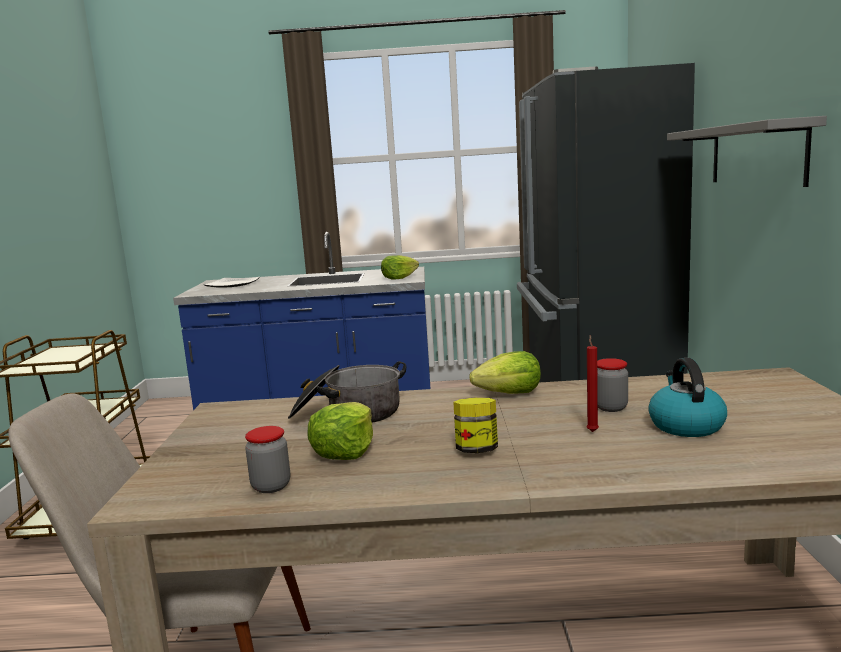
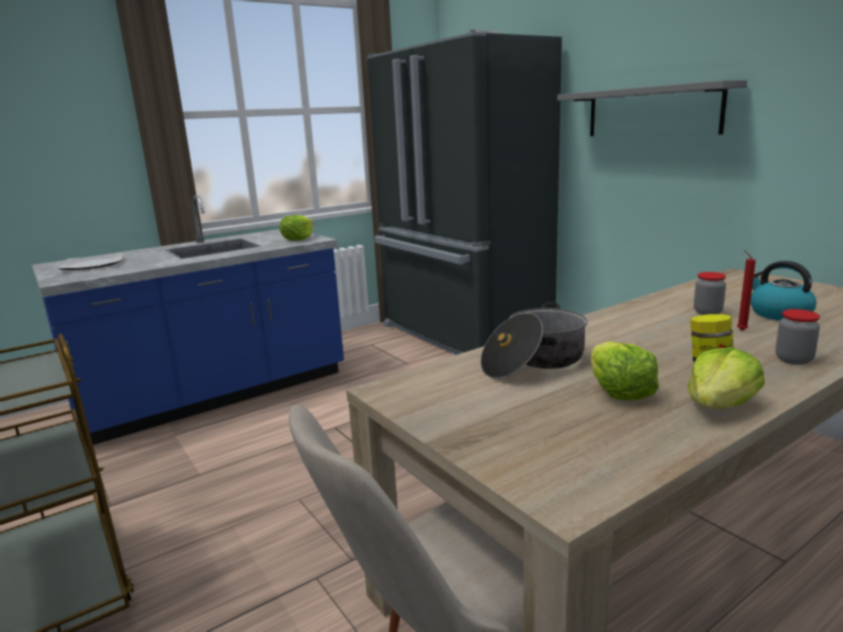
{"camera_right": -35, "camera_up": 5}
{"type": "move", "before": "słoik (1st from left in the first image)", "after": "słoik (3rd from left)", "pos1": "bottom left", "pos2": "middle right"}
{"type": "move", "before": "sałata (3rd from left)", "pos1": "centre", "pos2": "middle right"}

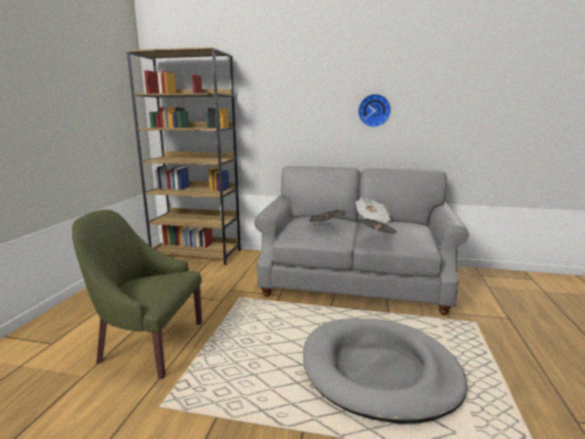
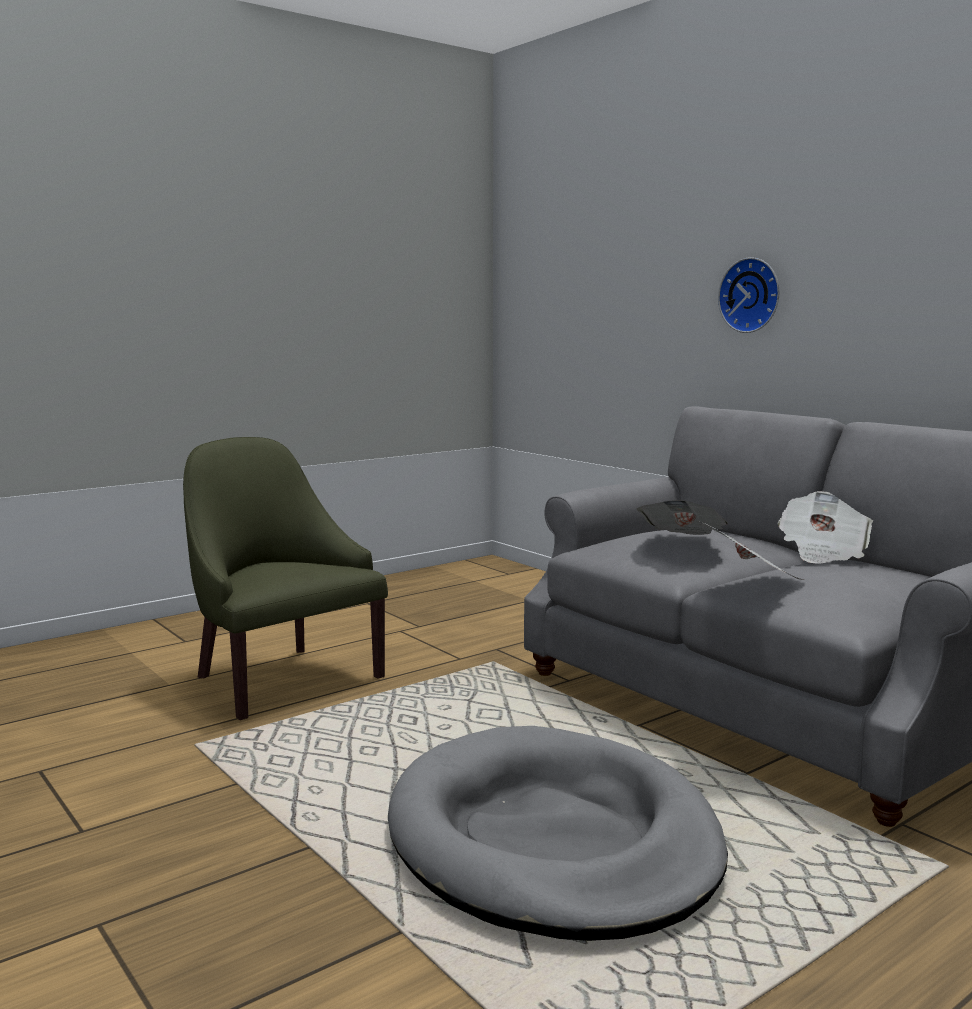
{"camera_right": 40, "camera_up": -5}
{"type": "delete", "before": "regał (brązowy)", "pos1": "middle left"}
{"type": "move", "before": "zegar ścienny", "pos1": "top centre", "pos2": "top right"}

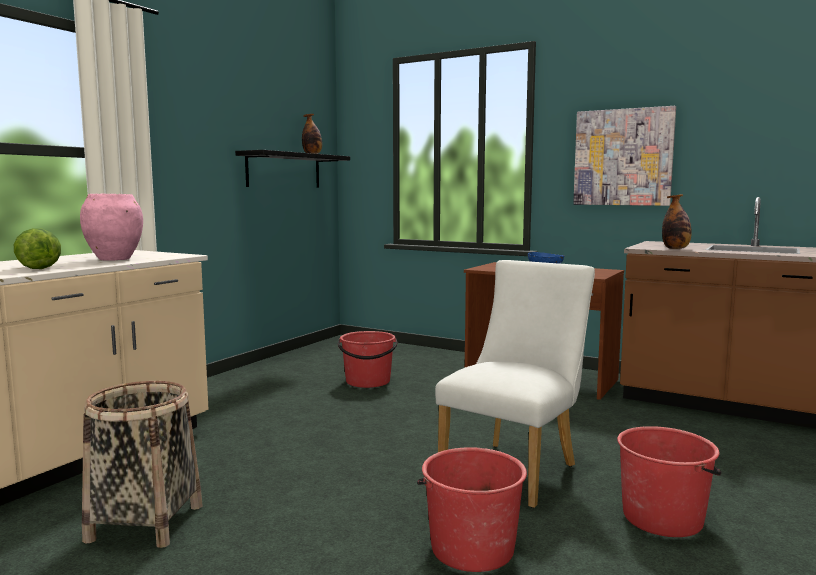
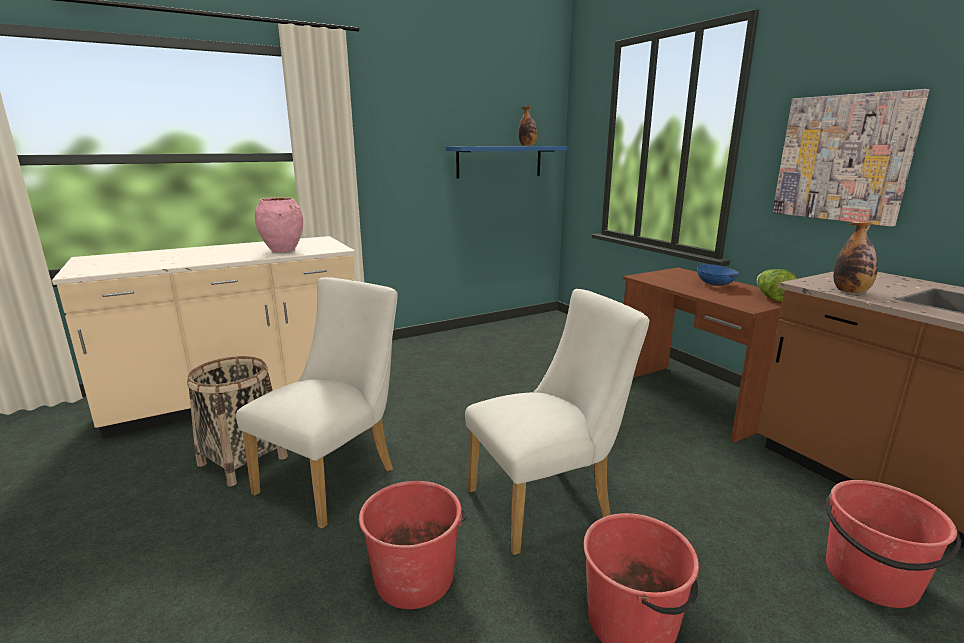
{"camera_right": 30, "camera_up": 10}
{"type": "insert", "after": "krzesło (biały) (1st from left)", "pos2": "middle left"}
{"type": "move", "before": "sałata", "pos1": "middle left", "pos2": "middle right"}
{"type": "move", "before": "wiadro (czerwony) (1st from left in the first image)", "after": "wiadro (czerwony) (3rd from left)", "pos1": "centre", "pos2": "bottom right"}
{"type": "recolor", "before": "półka (czarny)", "after": "półka (niebieski)", "pos1": "top centre", "pos2": "top centre"}

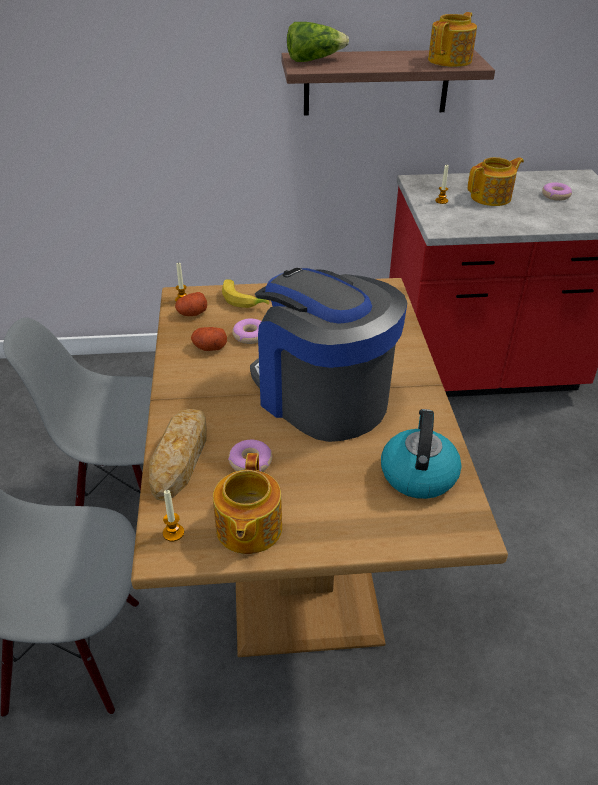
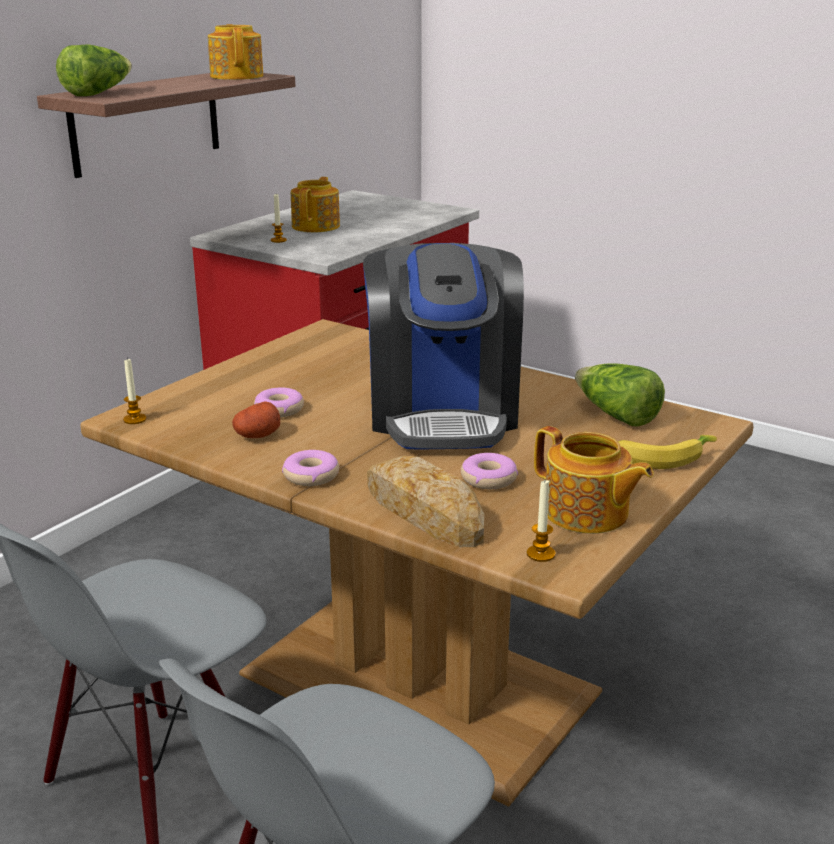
{"camera_right": -50, "camera_up": -15}
{"type": "delete", "before": "ziemniak (1st from left)", "pos1": "middle left"}
{"type": "move", "before": "banan", "pos1": "centre", "pos2": "middle right"}
{"type": "move", "before": "donut (3rd from left in the first image)", "after": "donut (2nd from left)", "pos1": "top right", "pos2": "centre"}
{"type": "replace", "before": "czajnik", "after": "sałata (2nd from left)", "pos1": "middle right", "pos2": "middle right"}
{"type": "rotate", "before": "ekspres do kawy", "pos1": "centre", "pos2": "centre", "turn": -90}

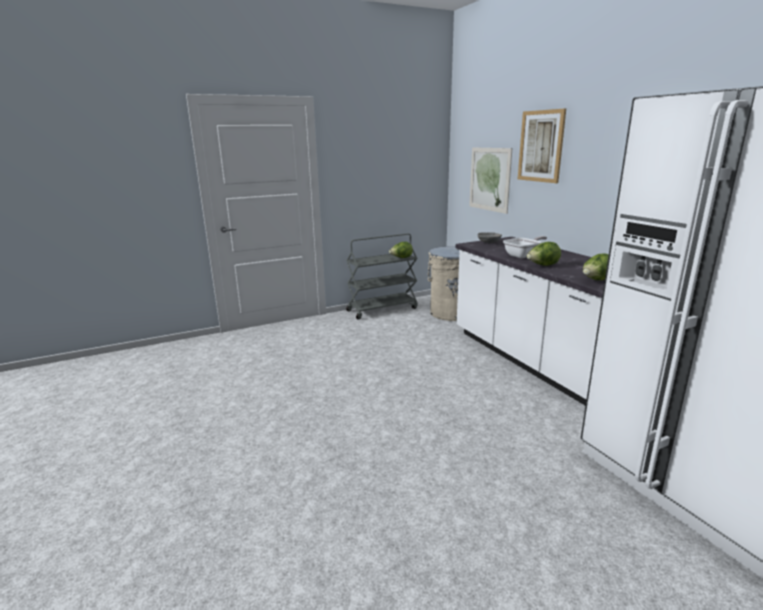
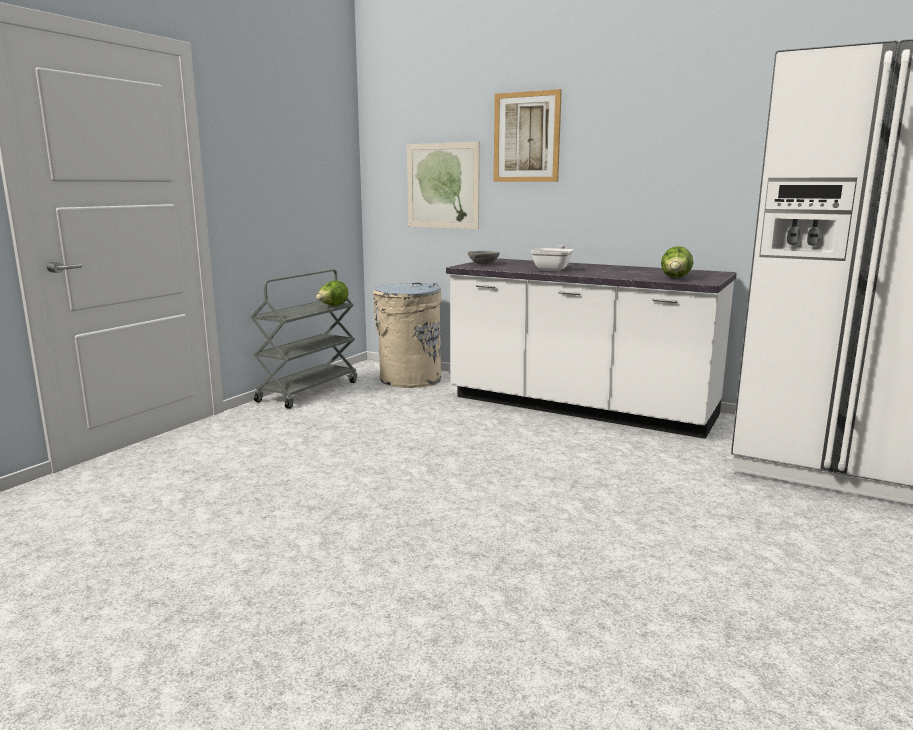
{"camera_right": -35, "camera_up": -5}
{"type": "delete", "before": "sałata (2nd from left)", "pos1": "middle right"}

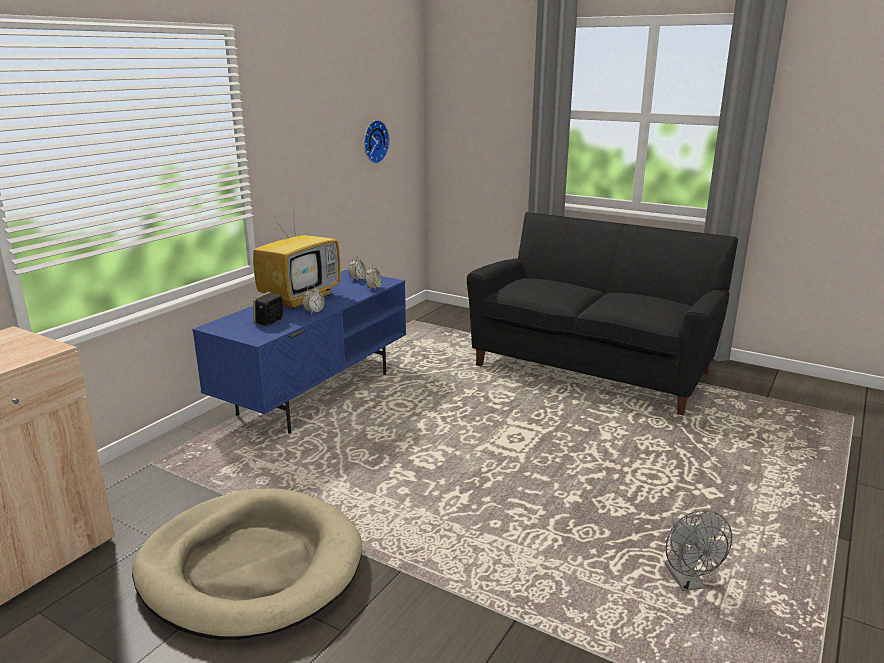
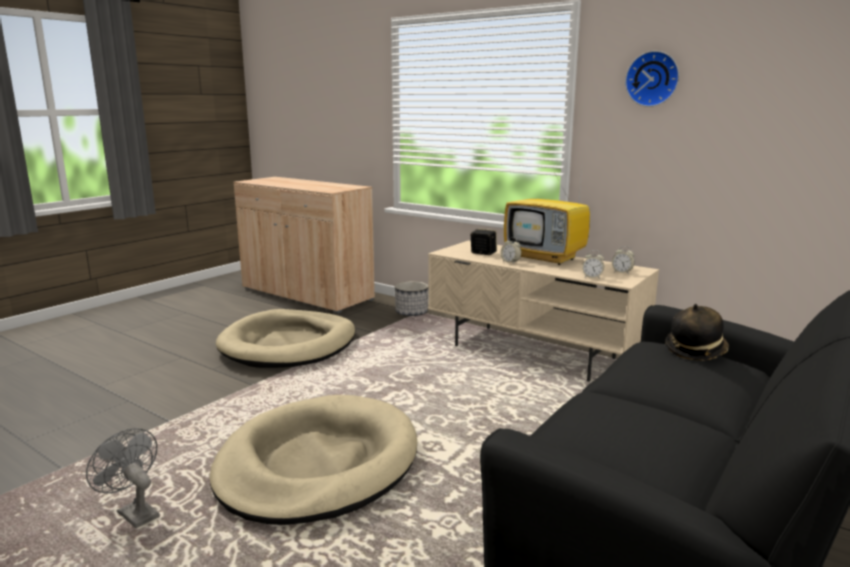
{"camera_right": 95, "camera_up": -5}
{"type": "insert", "after": "legowisko (beżowy) (2nd from left)", "pos2": "bottom centre"}
{"type": "insert", "after": "donica", "pos2": "centre"}
{"type": "insert", "after": "kapelusz", "pos2": "middle right"}
{"type": "move", "before": "zegar ścienny", "pos1": "top centre", "pos2": "top right"}
{"type": "recolor", "before": "szafka pod telewizor (niebieski)", "after": "szafka pod telewizor (beżowy)", "pos1": "centre", "pos2": "centre"}
{"type": "rotate", "before": "wentylator (szary)", "pos1": "bottom right", "pos2": "bottom left", "turn": 45}

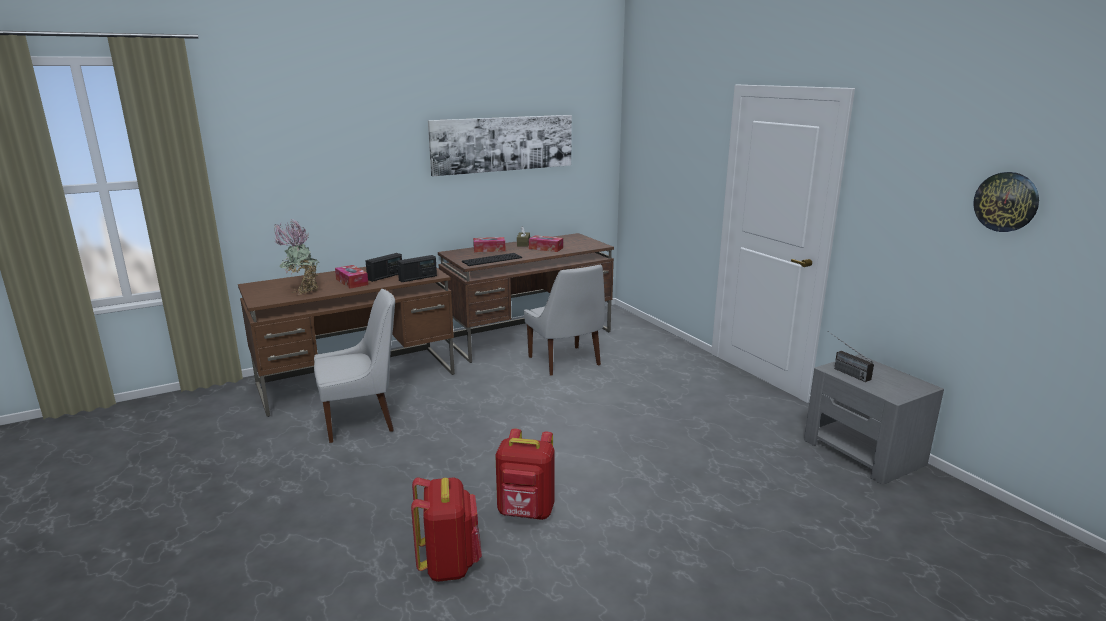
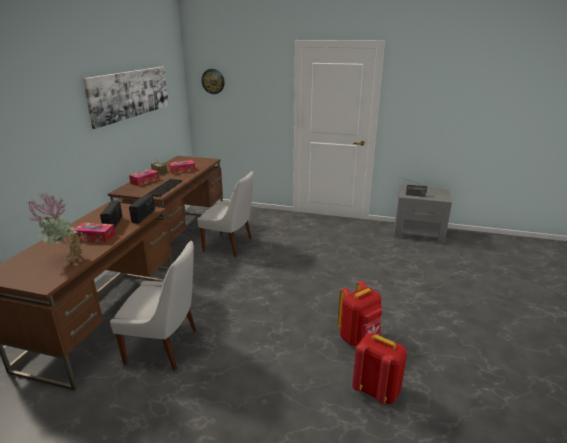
{"camera_right": -45, "camera_up": 5}
{"type": "move", "before": "zegar ścienny", "pos1": "top right", "pos2": "top centre"}
{"type": "rotate", "before": "krzesło (biały) (1st from left)", "pos1": "middle left", "pos2": "bottom left", "turn": 75}

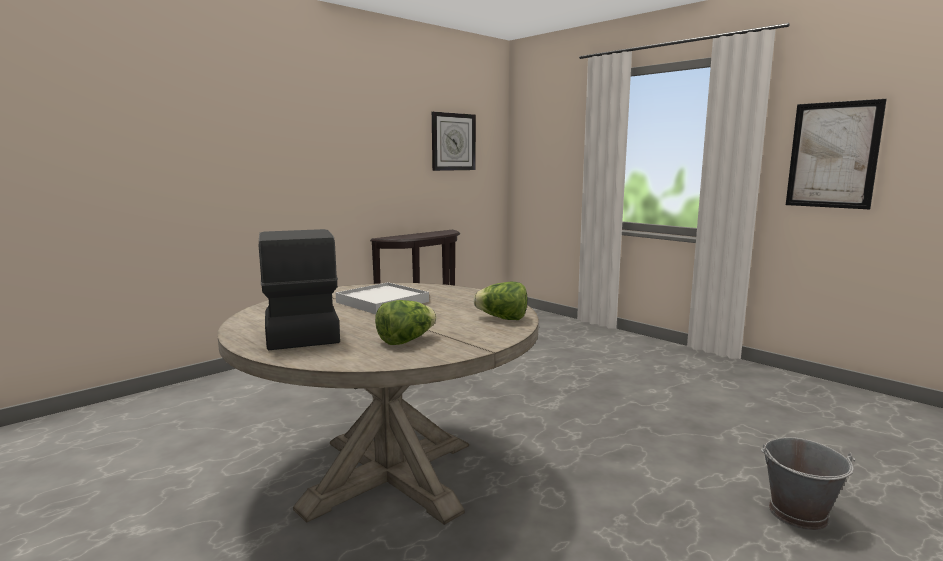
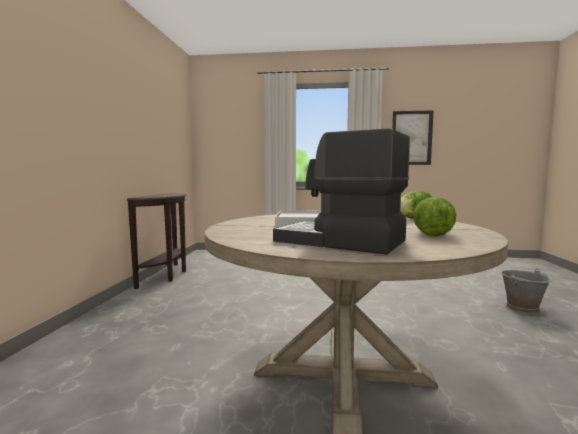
{"camera_right": -40, "camera_up": -5}
{"type": "delete", "before": "zegar ścienny", "pos1": "top centre"}

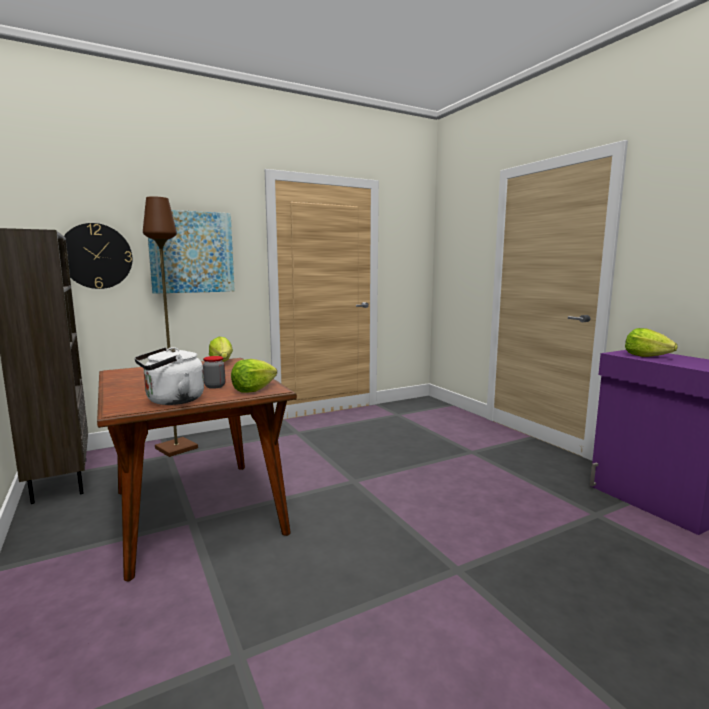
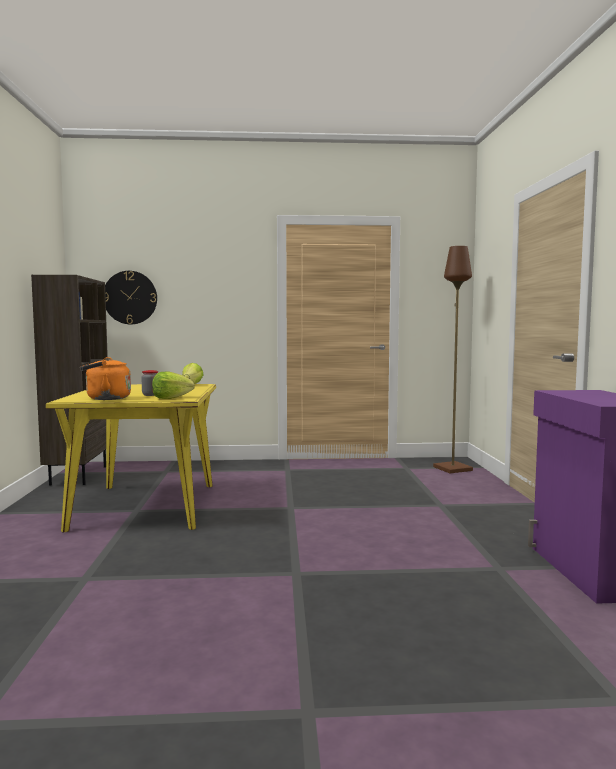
{"camera_right": 25, "camera_up": -5}
{"type": "delete", "before": "obraz", "pos1": "middle left"}
{"type": "delete", "before": "sałata (3rd from left)", "pos1": "middle right"}
{"type": "move", "before": "lampa stojąca (brązowy)", "pos1": "middle left", "pos2": "middle right"}
{"type": "recolor", "before": "stół jadalny (brązowy)", "after": "stół jadalny (żółty)", "pos1": "middle left", "pos2": "middle left"}
{"type": "recolor", "before": "czajnik (biały)", "after": "czajnik (pomarańczowy)", "pos1": "middle left", "pos2": "middle left"}

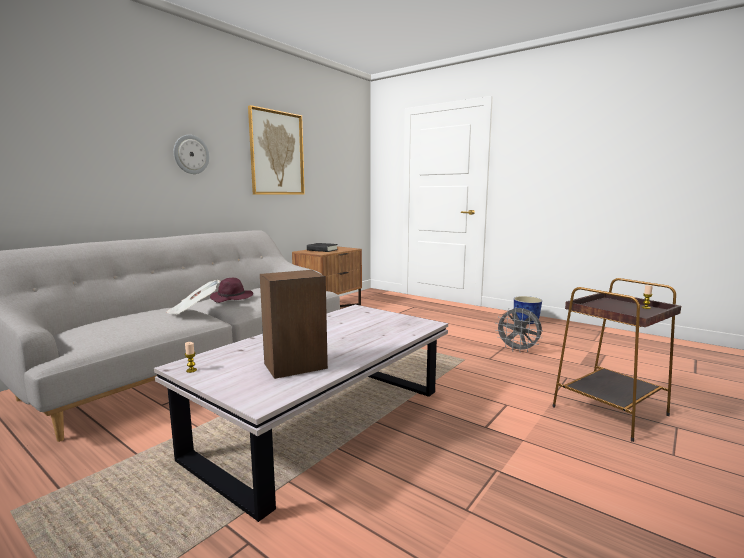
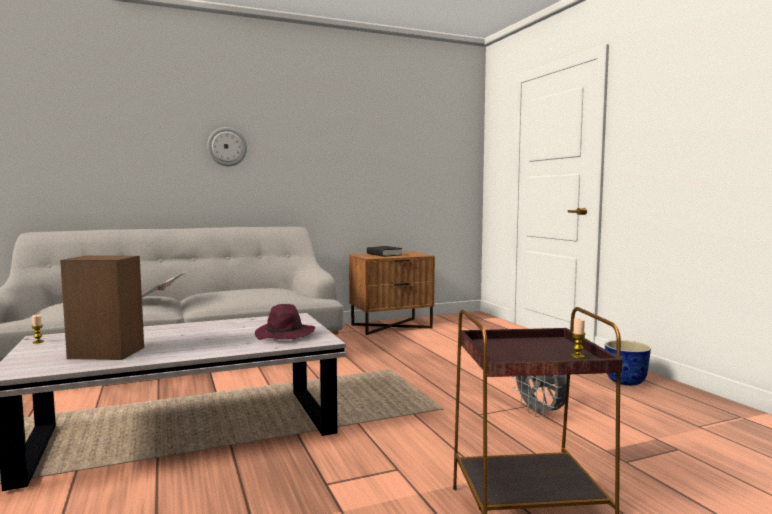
{"camera_right": 30, "camera_up": -5}
{"type": "delete", "before": "obraz", "pos1": "top centre"}
{"type": "move", "before": "kapelusz (fioletowy)", "pos1": "middle left", "pos2": "centre"}

